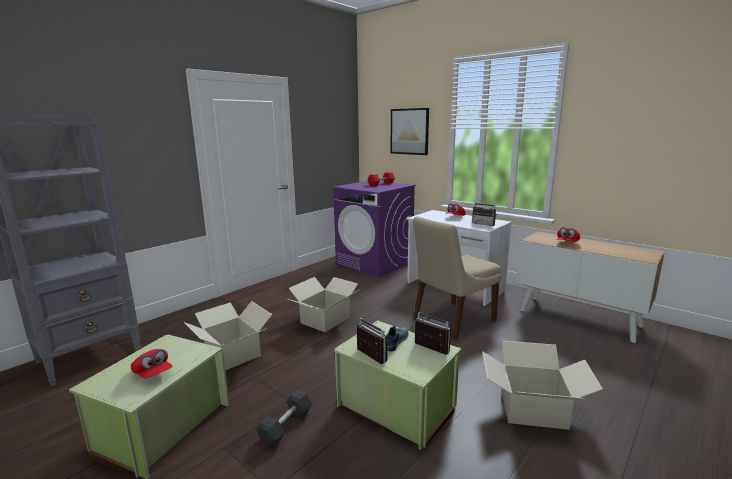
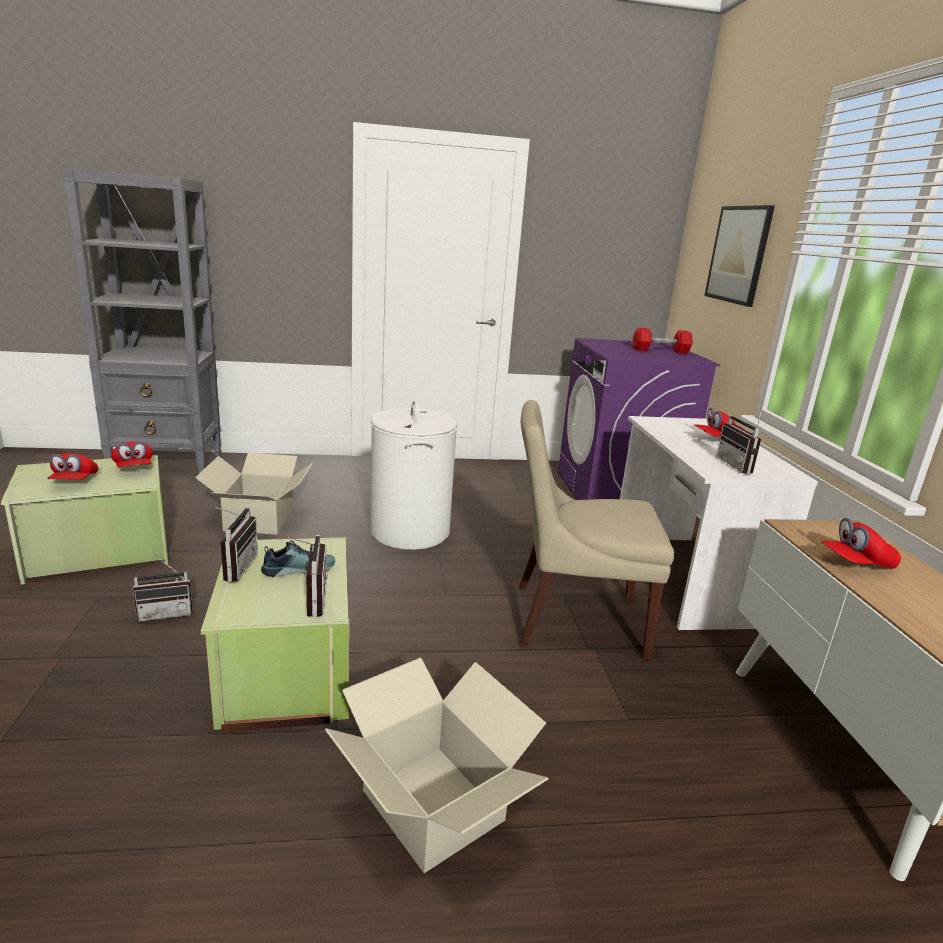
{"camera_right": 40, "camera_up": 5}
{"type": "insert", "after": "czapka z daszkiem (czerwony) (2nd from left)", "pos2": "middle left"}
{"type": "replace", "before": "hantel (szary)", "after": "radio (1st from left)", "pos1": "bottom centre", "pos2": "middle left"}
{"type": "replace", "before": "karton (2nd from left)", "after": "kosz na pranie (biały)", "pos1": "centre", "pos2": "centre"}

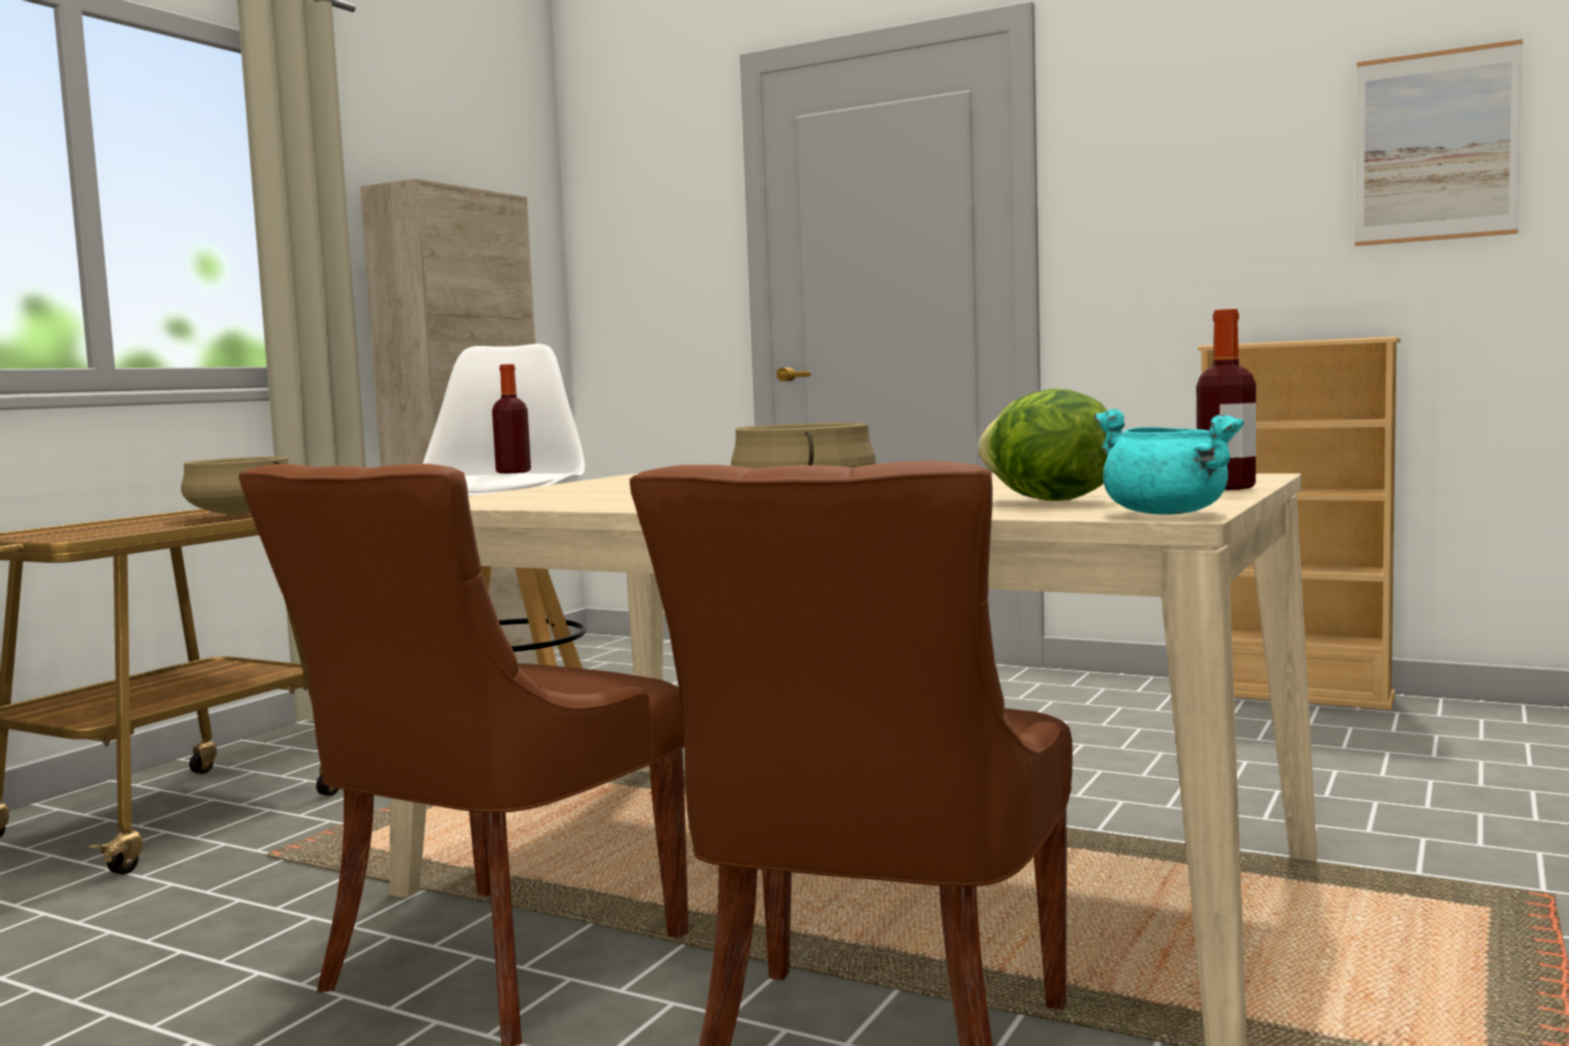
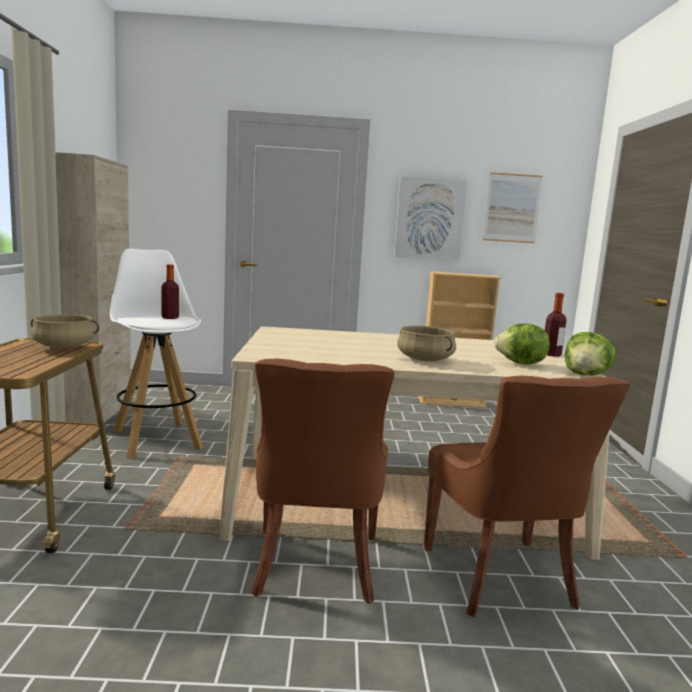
{"camera_right": -30, "camera_up": 5}
{"type": "insert", "after": "obraz (1st from left)", "pos2": "top centre"}
{"type": "replace", "before": "garnek (turkusowy)", "after": "sałata (2nd from left)", "pos1": "middle right", "pos2": "middle right"}

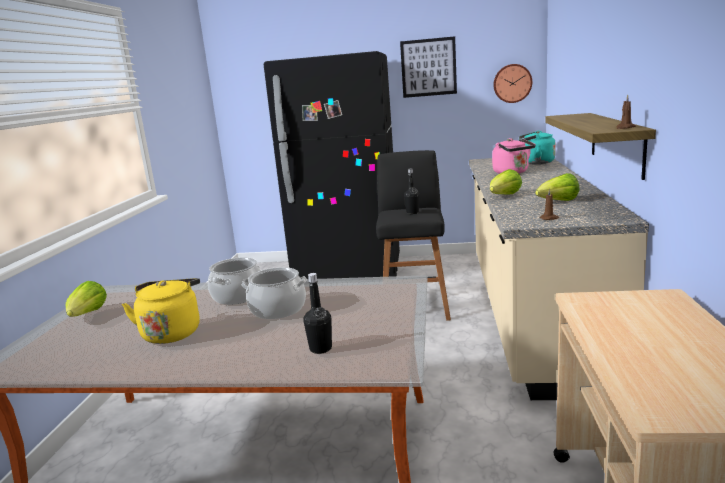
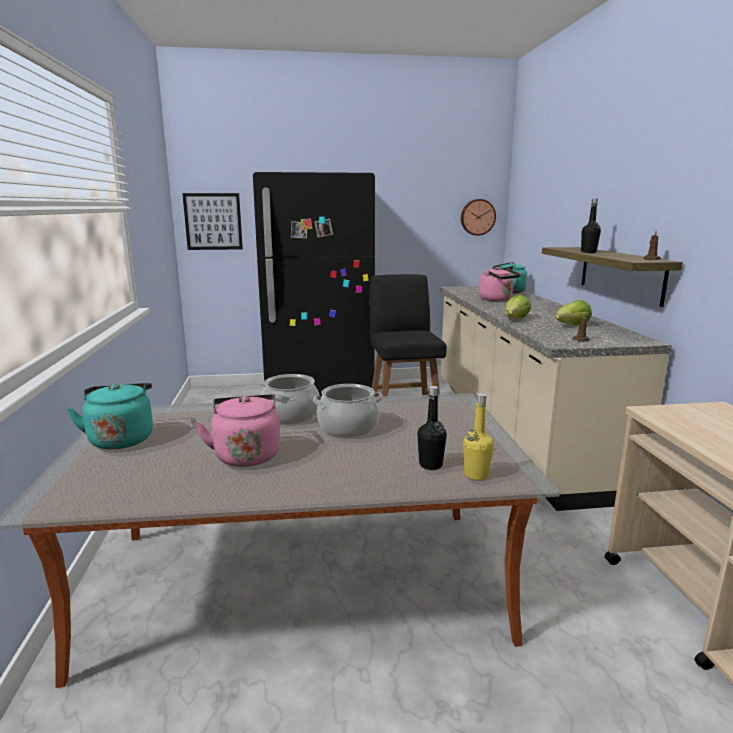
{"camera_right": -15, "camera_up": 0}
{"type": "insert", "after": "butelka (żółty)", "pos2": "centre"}
{"type": "move", "before": "obraz", "pos1": "top centre", "pos2": "top left"}
{"type": "move", "before": "butelka (czarny) (2nd from left)", "pos1": "centre", "pos2": "top right"}
{"type": "replace", "before": "sałata (1st from left)", "after": "czajnik (turkusowy) (1st from left)", "pos1": "middle left", "pos2": "middle left"}
{"type": "recolor", "before": "czajnik (żółty)", "after": "czajnik (różowy) (1st from left)", "pos1": "middle left", "pos2": "middle left"}

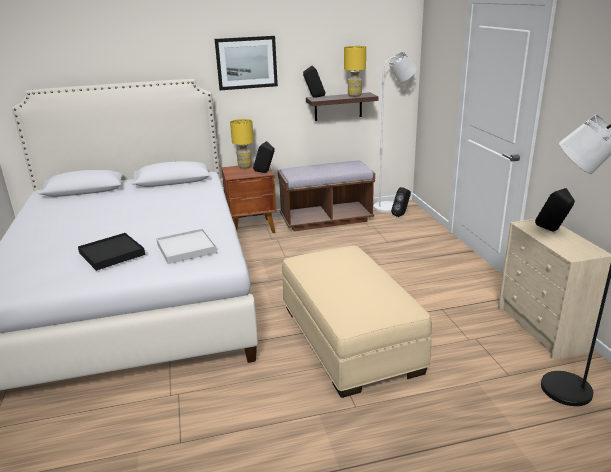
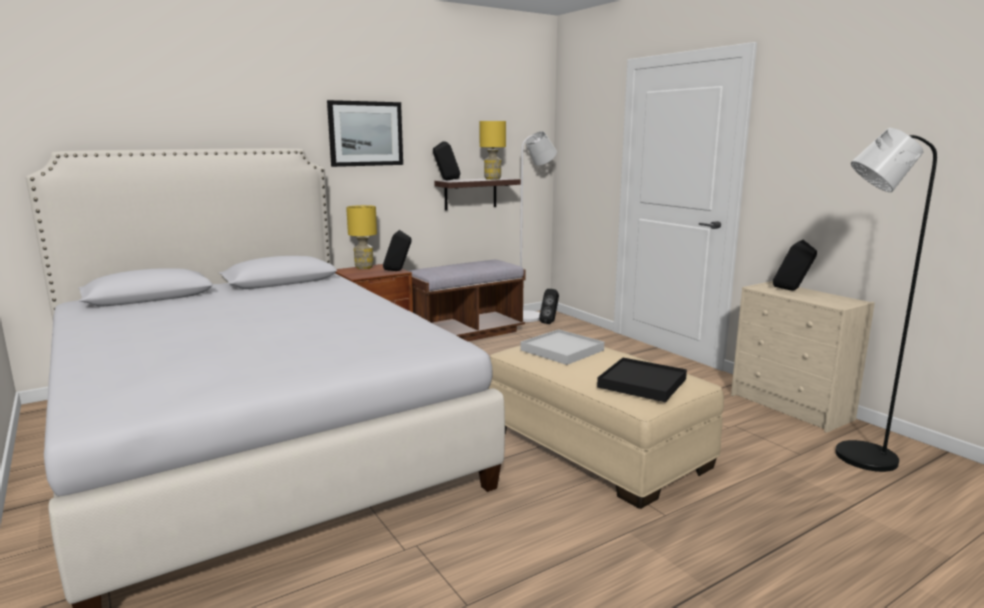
{"camera_right": -20, "camera_up": -10}
{"type": "move", "before": "taca (czarny)", "pos1": "middle left", "pos2": "centre"}
{"type": "move", "before": "taca (biały)", "pos1": "middle left", "pos2": "centre"}

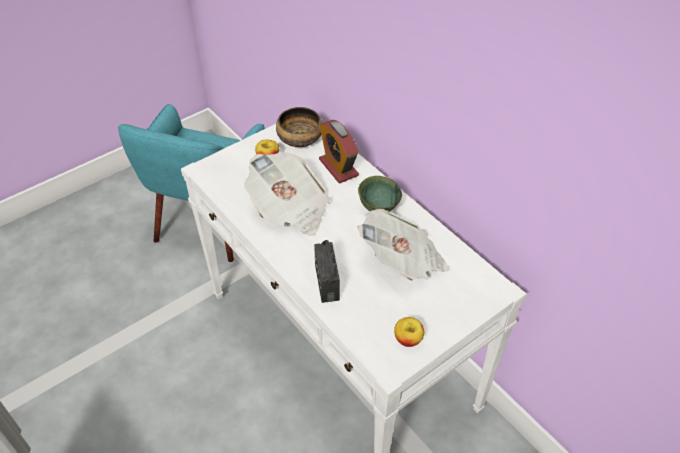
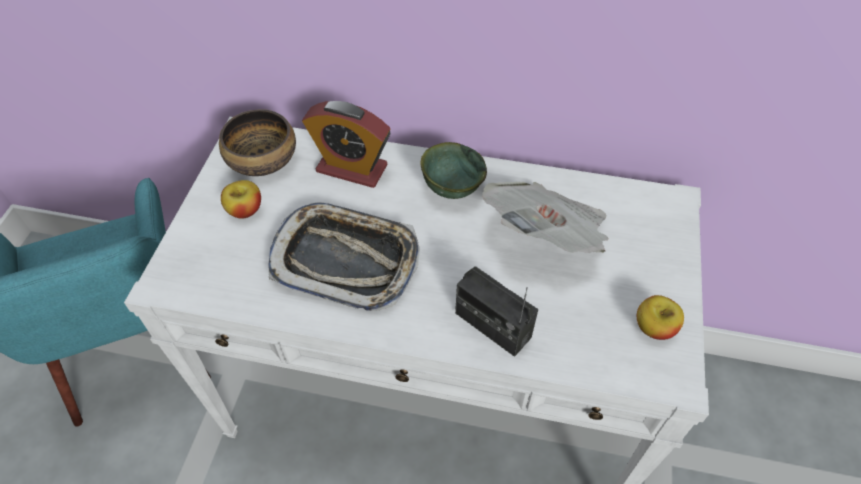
{"camera_right": -40, "camera_up": 5}
{"type": "replace", "before": "gazeta (1st from left)", "after": "taca", "pos1": "centre", "pos2": "centre"}

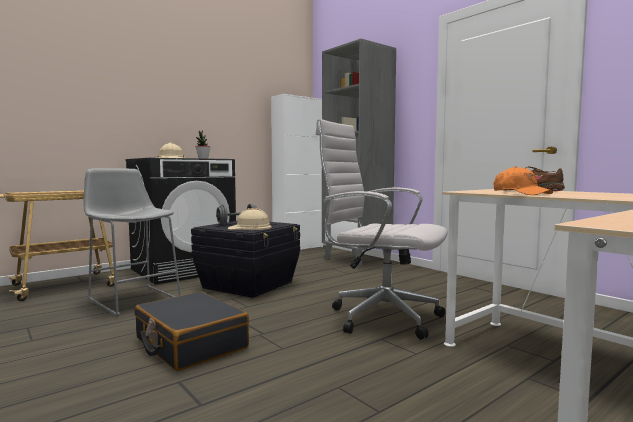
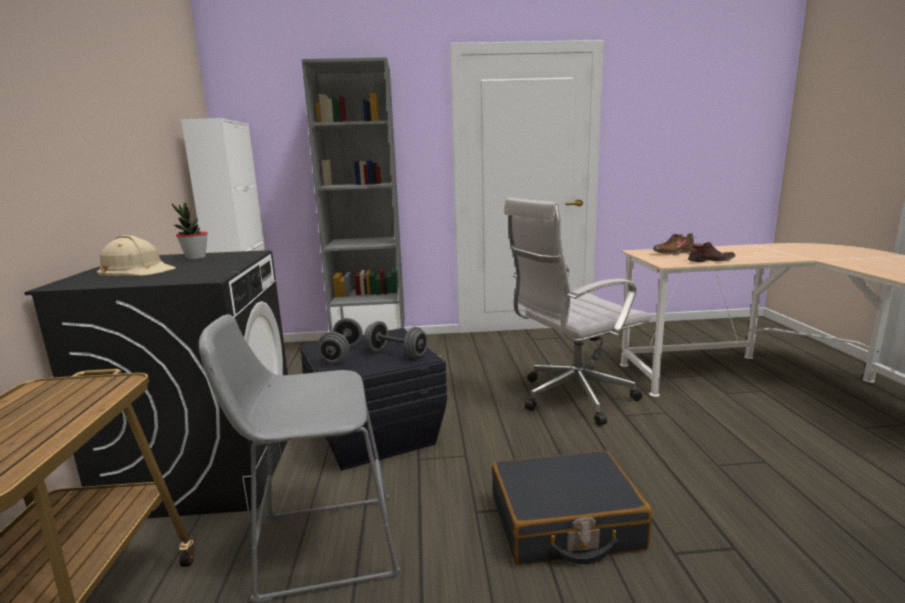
{"camera_right": -55, "camera_up": 10}
{"type": "replace", "before": "kask (beżowy) (2nd from left)", "after": "hantel (szary) (2nd from left)", "pos1": "centre", "pos2": "centre"}
{"type": "replace", "before": "czapka z daszkiem (pomarańczowy)", "after": "but (brązowy) (2nd from left)", "pos1": "middle right", "pos2": "middle right"}

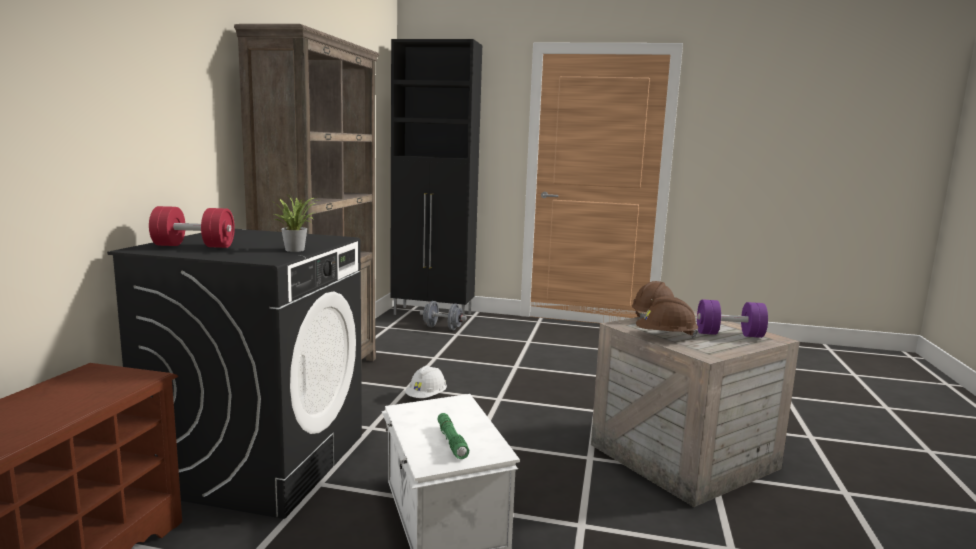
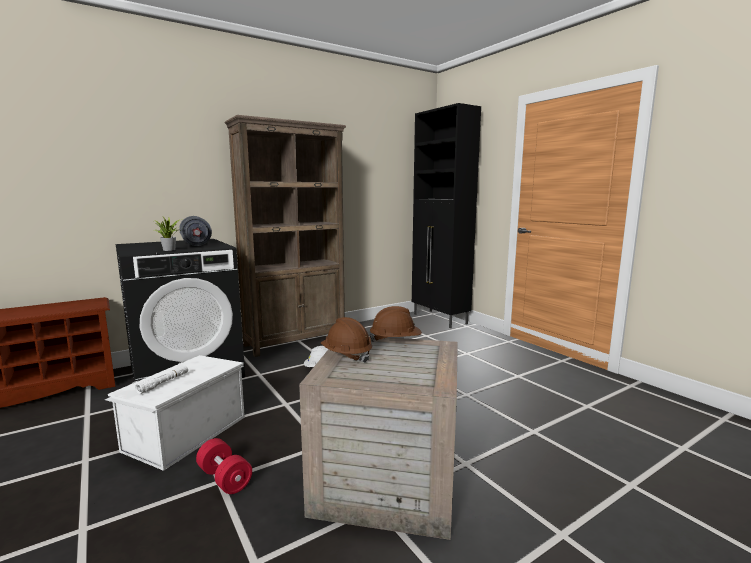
{"camera_right": 45, "camera_up": 0}
{"type": "delete", "before": "hantel (fioletowy)", "pos1": "middle right"}
{"type": "move", "before": "hantel (czerwony)", "pos1": "middle left", "pos2": "bottom left"}
{"type": "move", "before": "hantel (szary)", "pos1": "centre", "pos2": "middle left"}
{"type": "recolor", "before": "latarka (zielony)", "after": "latarka (biały)", "pos1": "bottom centre", "pos2": "bottom left"}

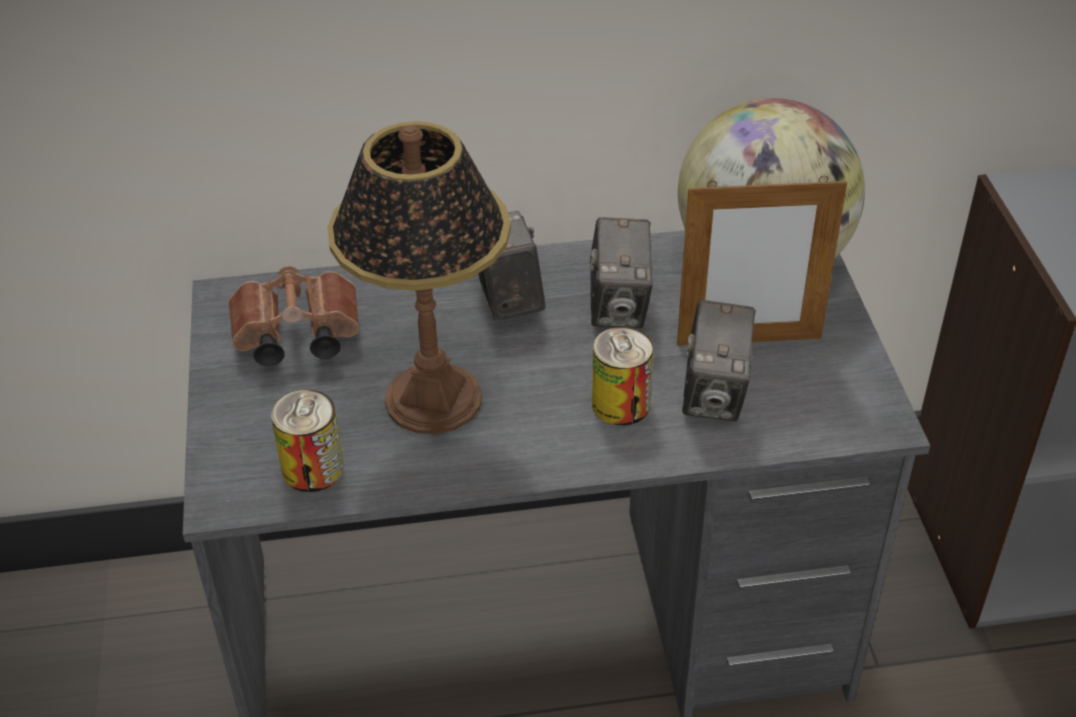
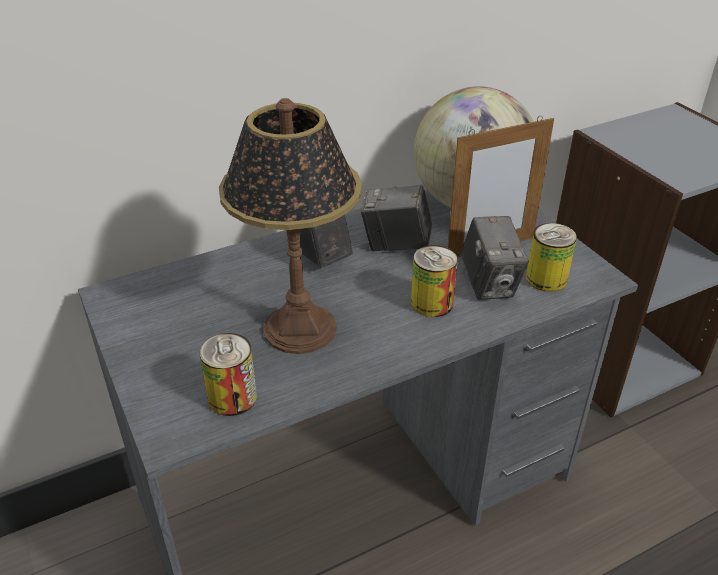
{"camera_right": -20, "camera_up": -5}
{"type": "delete", "before": "lornetka (brązowy)", "pos1": "middle left"}
{"type": "insert", "after": "puszka (3rd from left)", "pos2": "middle right"}
{"type": "rotate", "before": "aparat fotograficzny (2nd from left)", "pos1": "centre", "pos2": "centre", "turn": 120}

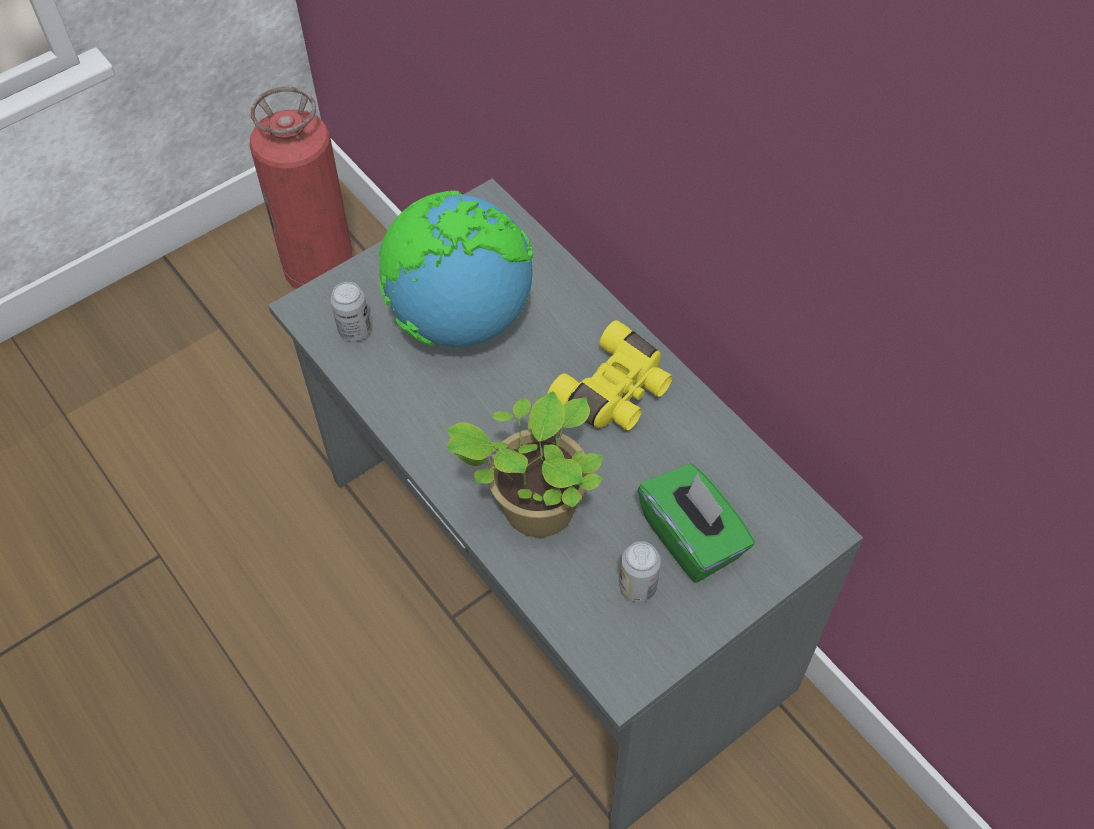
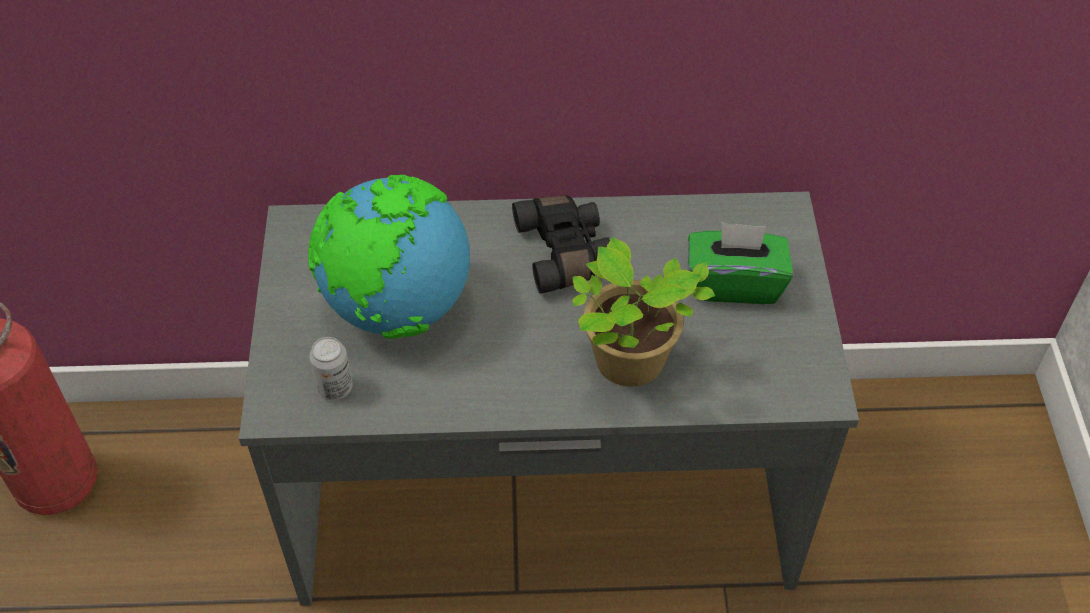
{"camera_right": -55, "camera_up": -5}
{"type": "delete", "before": "puszka (2nd from left)", "pos1": "bottom centre"}
{"type": "recolor", "before": "lornetka (żółty)", "after": "lornetka (czarny)", "pos1": "centre", "pos2": "centre"}

